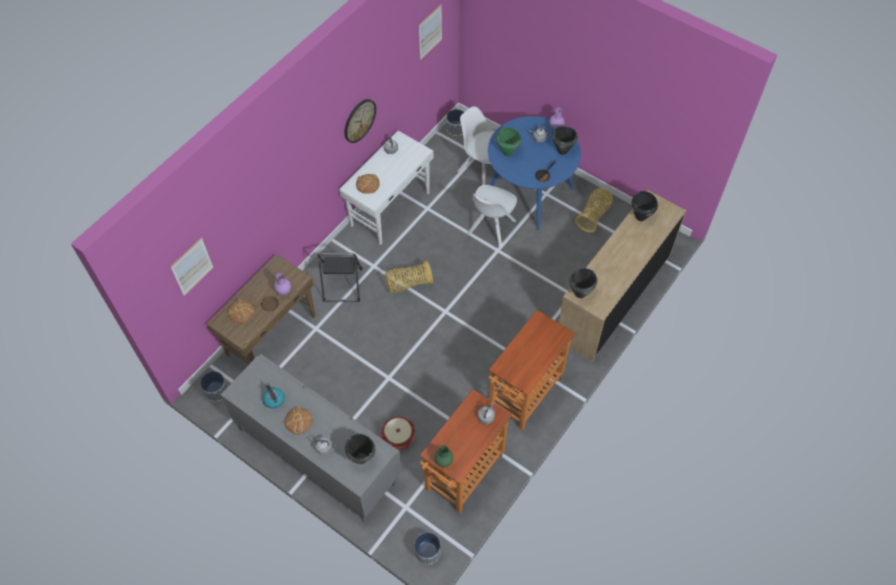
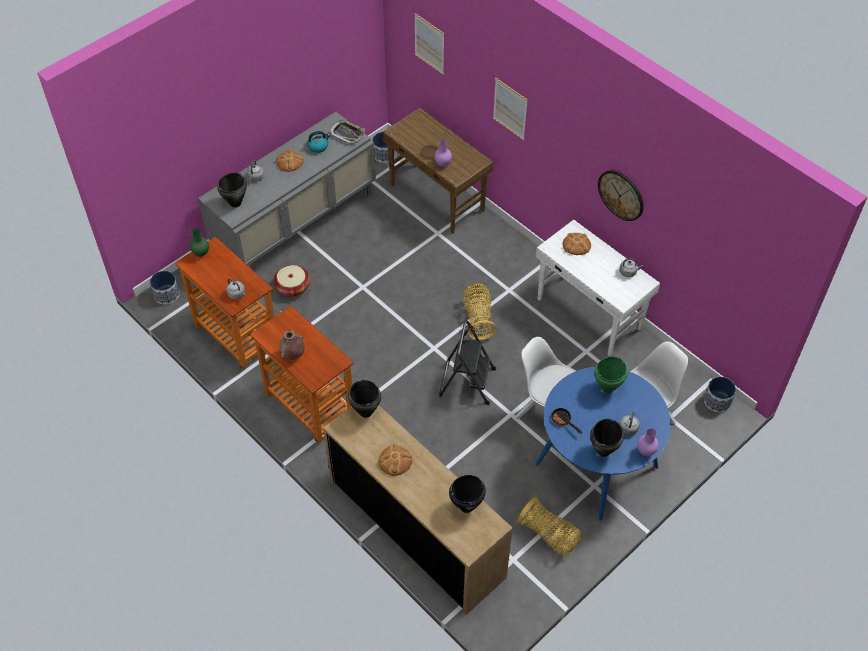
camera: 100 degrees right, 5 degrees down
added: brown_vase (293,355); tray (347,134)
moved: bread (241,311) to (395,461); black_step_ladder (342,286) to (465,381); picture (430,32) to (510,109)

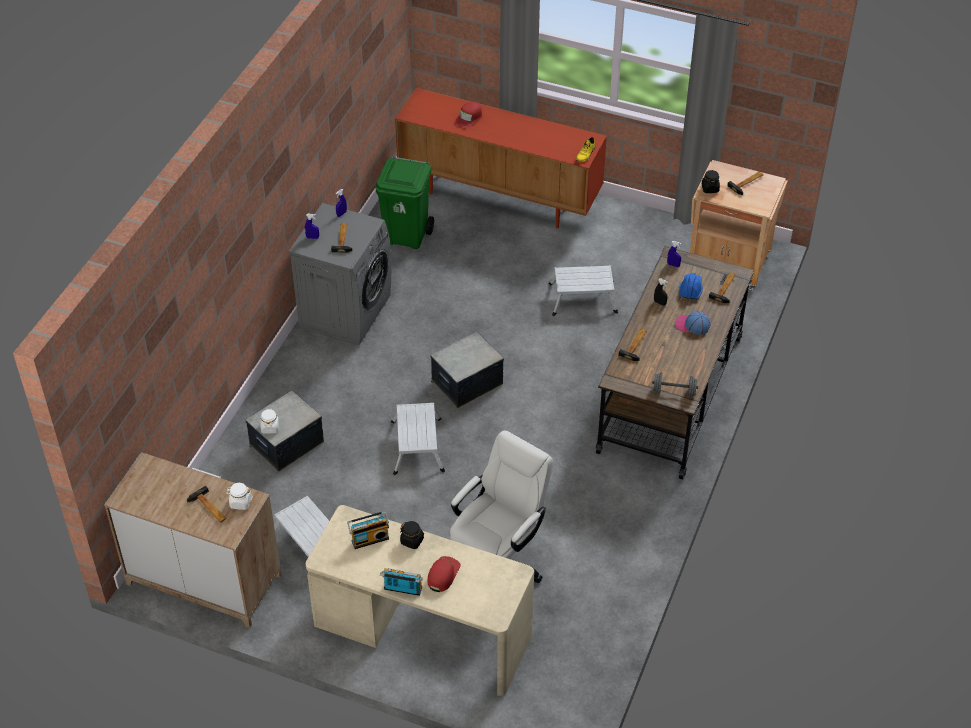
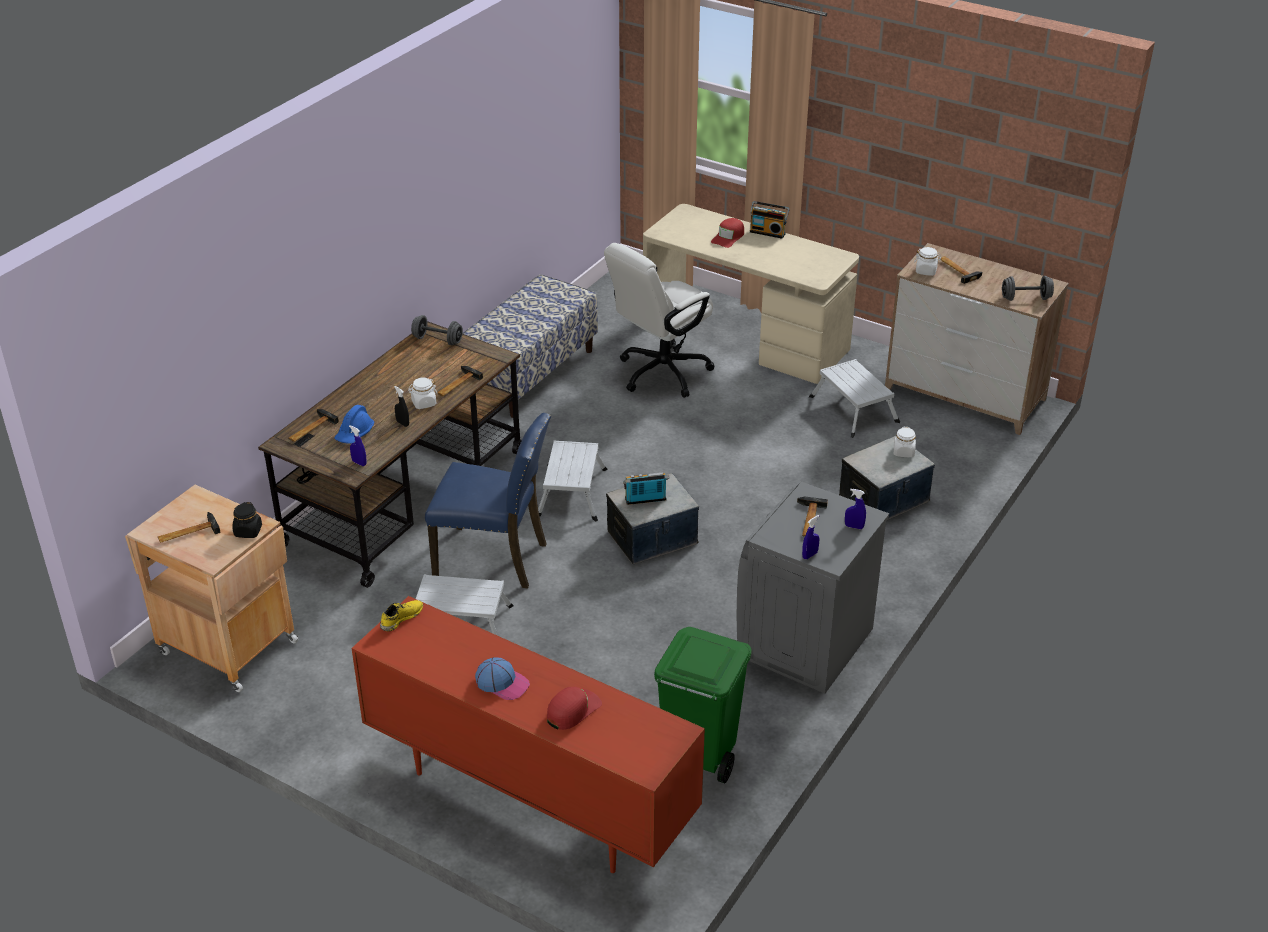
camera: 170 degrees left, 10 degrees down
removed: black_jar (412,541)
added: white_jar (423,403); blue_chair (494,559); bench (529,374); grey_dumbbell (1026,298)
moved: radio (369,538) to (646,500); white_step_ladder (417,445) to (571,493); cap (692,325) to (502,683)

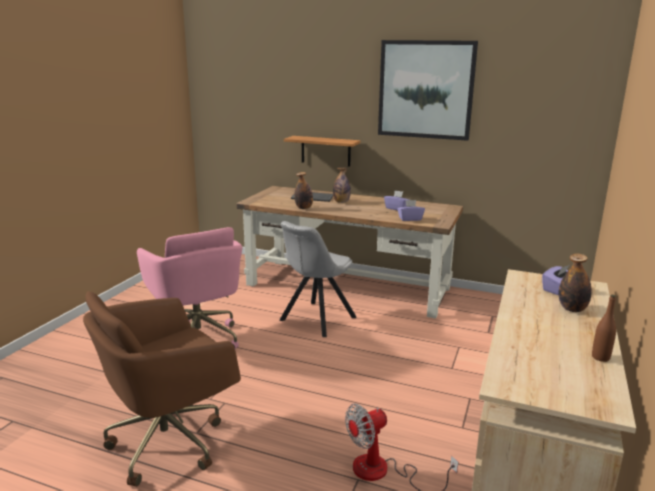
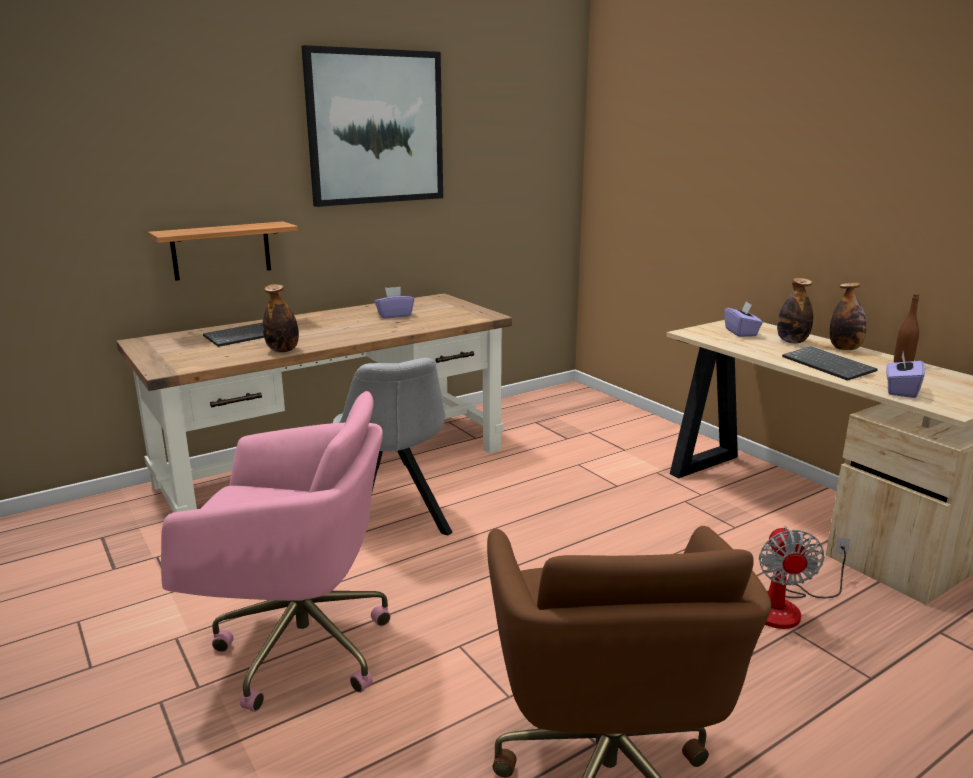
camera: 55 degrees left, 0 degrees up
added: keyboard (829,365)
moved: bottle (341,202) to (845,349); purple_tissue_box (410,219) to (900,390)

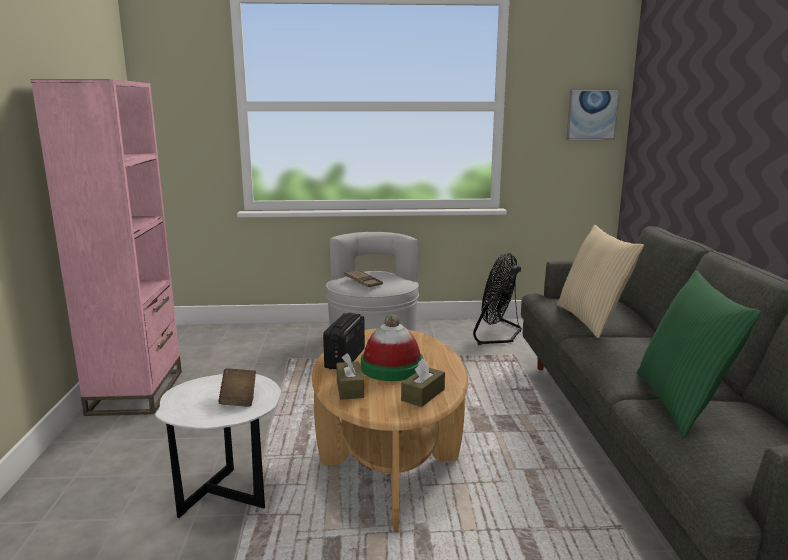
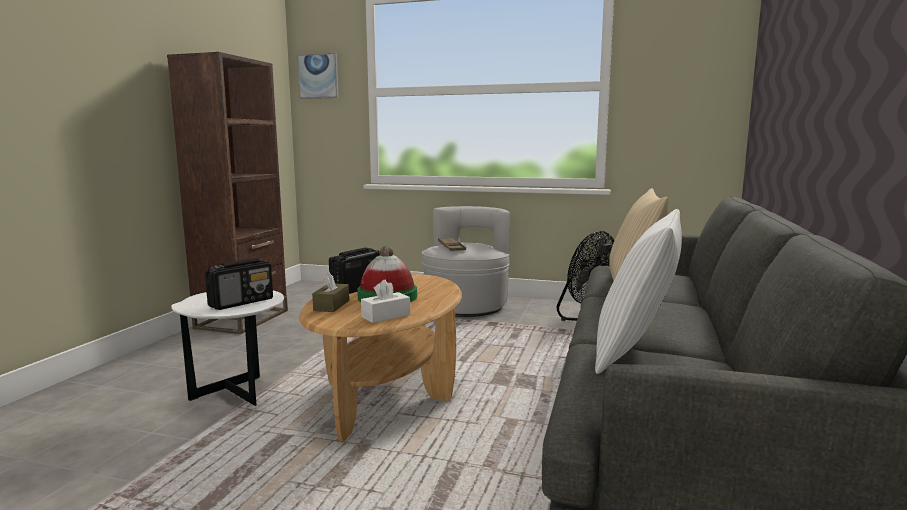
camera: 20 degrees right, 5 degrees down
moved: picture (592,115) to (318,76)
replaced: brown_book (238,398) to radio (242,302)
recoloured: pink_bookcase (136,392) to brown_bookcase (243,319); brown_tissue_box (423,395) to white_tissue_box (386,316); green_pillow (682,403) to white_pillow (636,351)

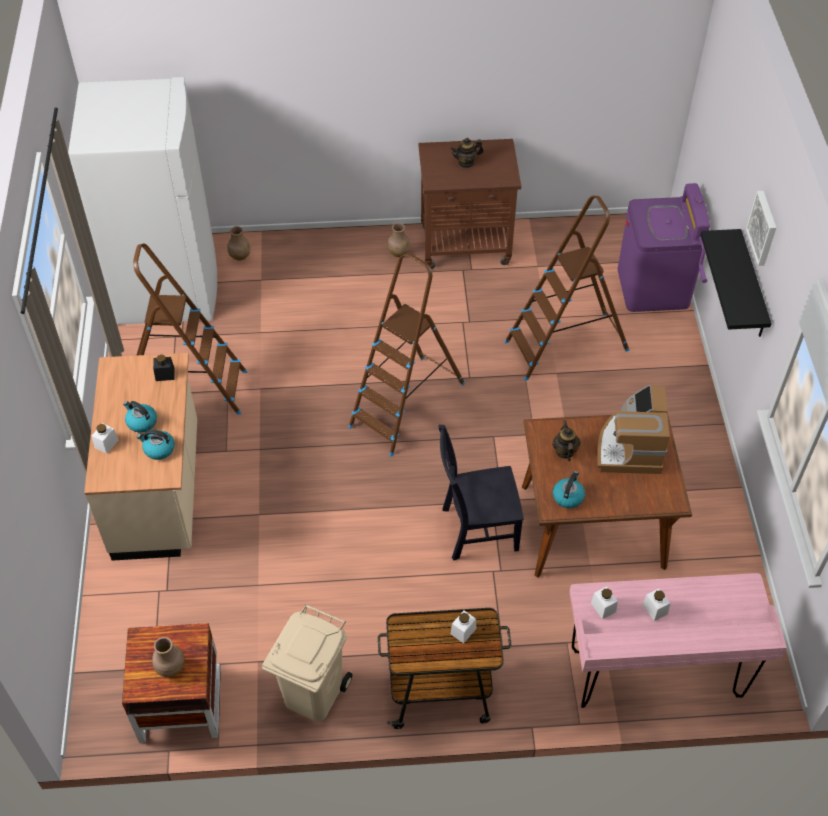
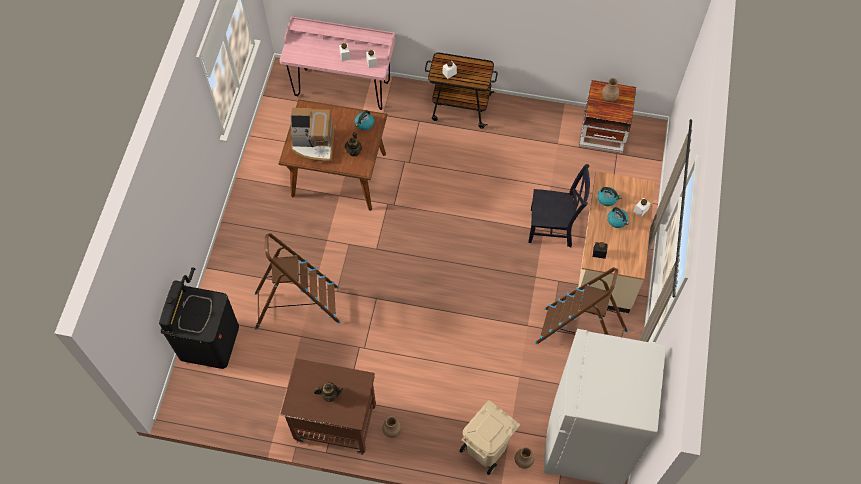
camera: 165 degrees left, 10 degrees up
removed: brown_step_ladder (407,405); black_shelf (752,286); picture (764,228)
moved: beige_trash_can (312,693) to (487,449); black_chair (476,529) to (553,228)
recoloured: purple_washing_machine (654,290) to black_washing_machine (209,341)
turned: coffee_machine (629,447) = (314,145) 75 degrees clockwise

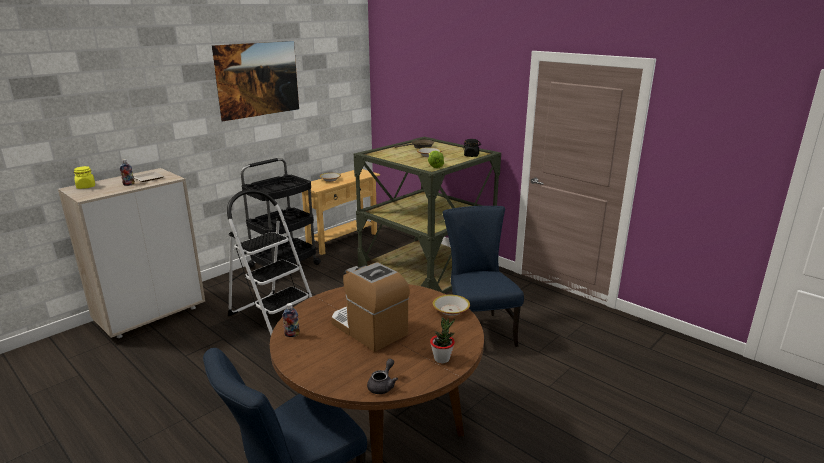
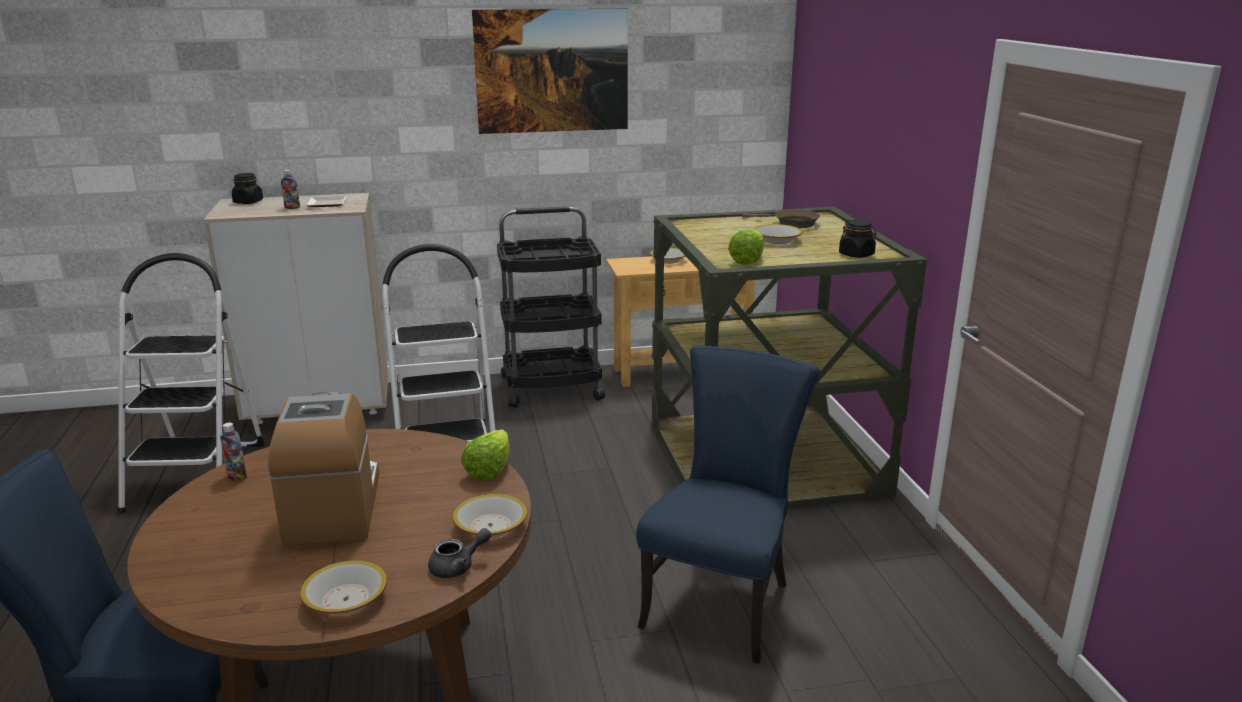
camera: 35 degrees right, 0 degrees up
added: step_ladder (200,475); lettuce (489,470)
moved: grey_teapot (383,385) to (458,567)
replaced: potted_plant (442,359) to bowl (346,600)
recoloured: yellow_jar (86,187) to black_jar (248,202)

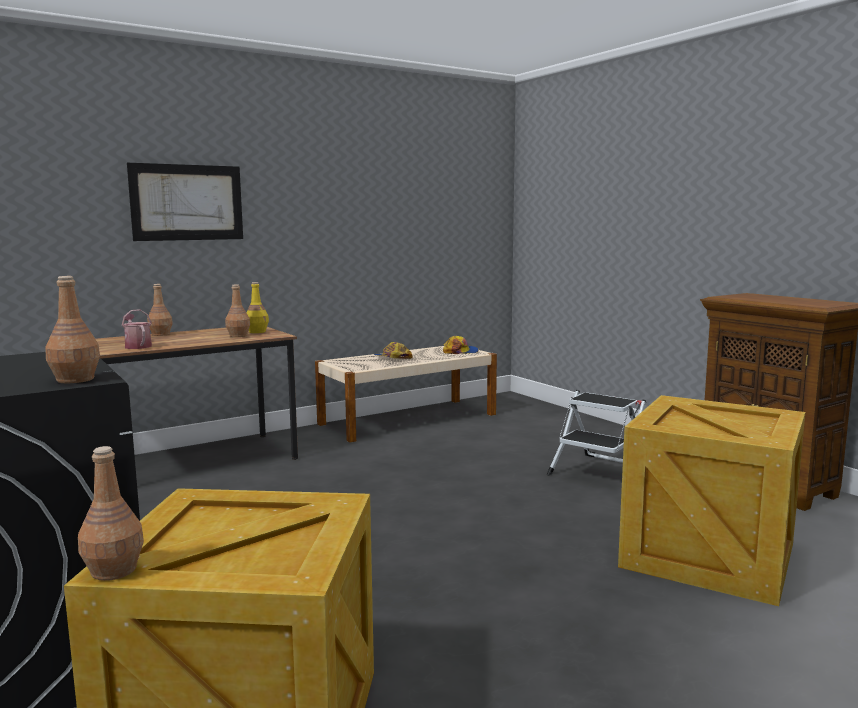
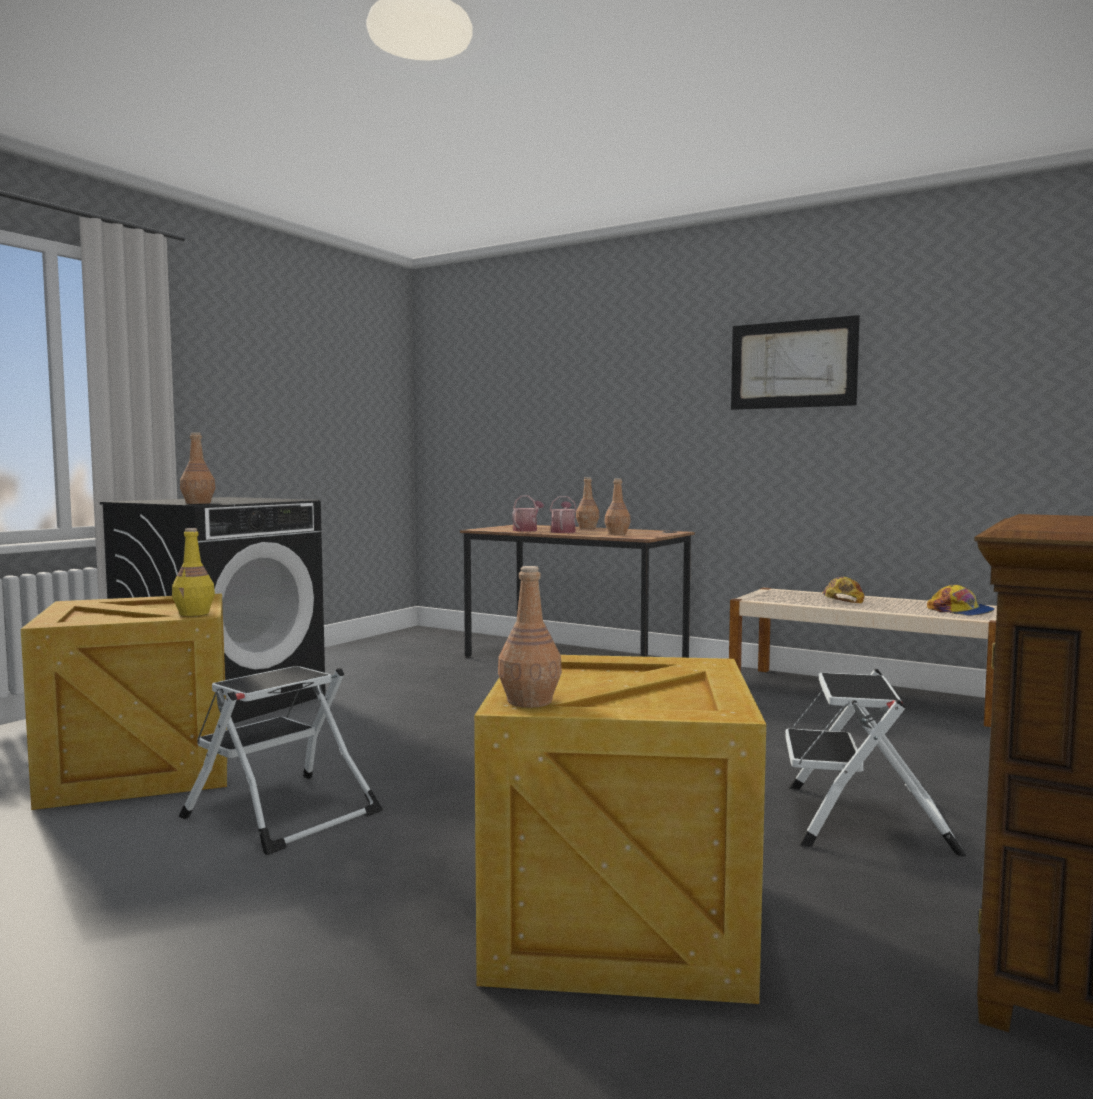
camera: 65 degrees right, 5 degrees down
added: step_ladder (283,811); watering_can (563,531)
moved: brown_bottle (113,571) to (529,701); picture (187,202) to (792,364); yellow_bottle (257,332) to (194,613)

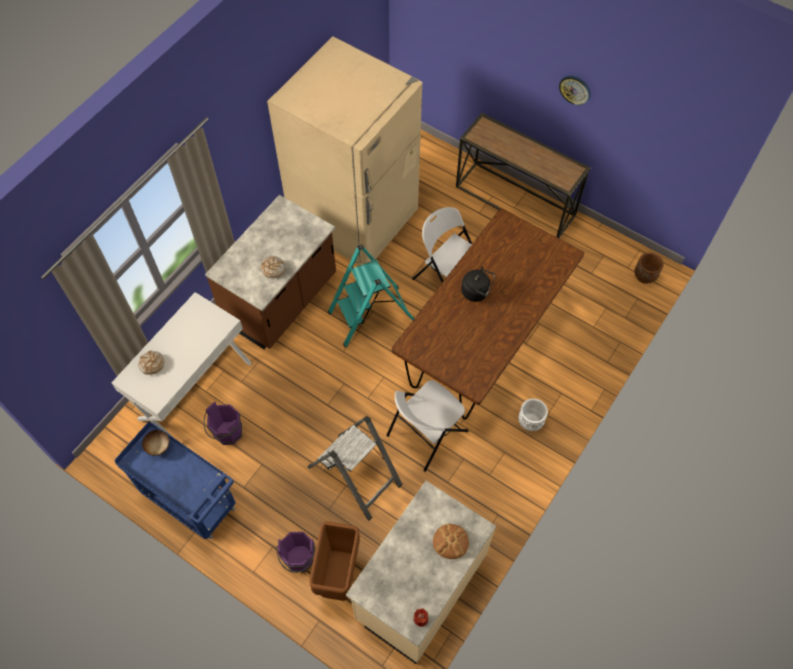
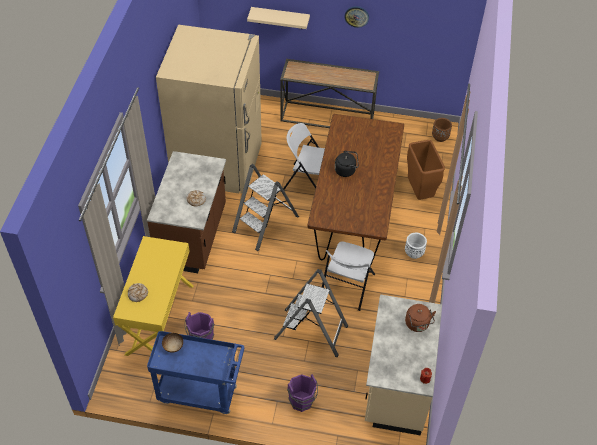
camera: 25 degrees left, 10 degrees down
added: beige_shelf (280,18)
moved: brown_trash_can (340,577) to (420,192)
replaced: bread (450,541) to brown_kettle (418,325)
recoloured: white_console_table (194,390) to yellow_console_table (159,319); turquoise_step_ladder (372,315) to grey_step_ladder (266,223)

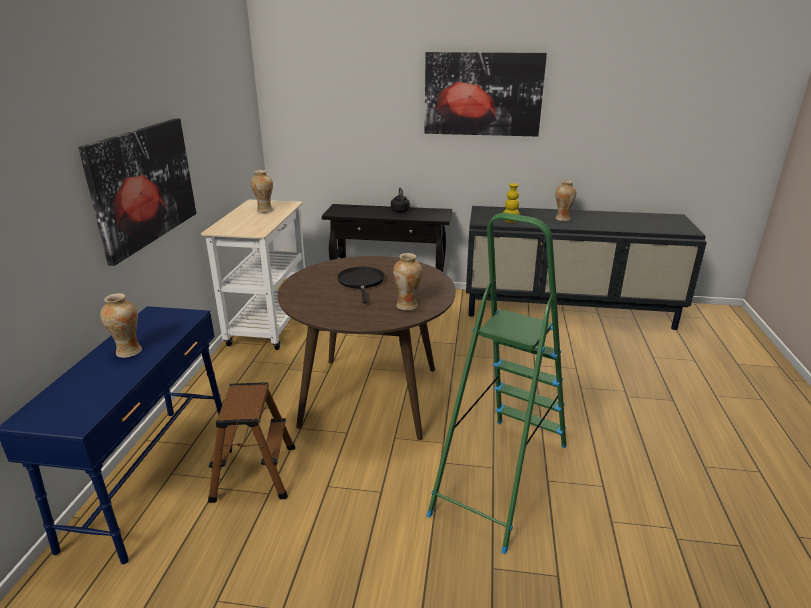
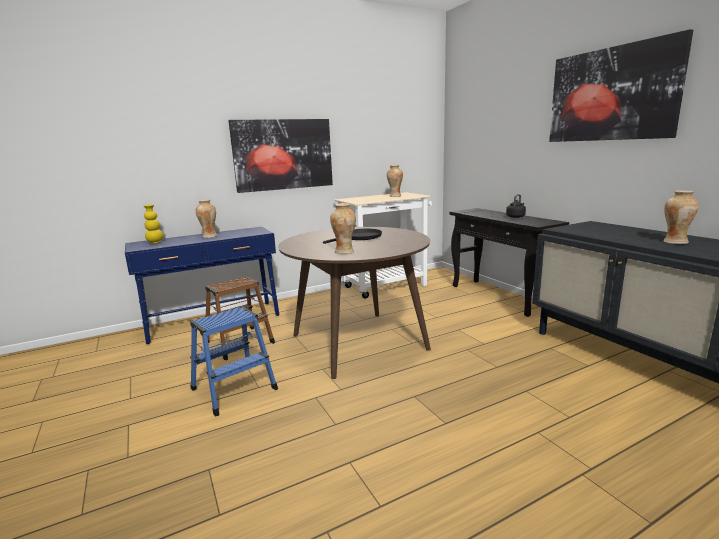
camera: 55 degrees right, 10 degrees down
removed: green_step_ladder (502,477)
added: blue_step_ladder (234,388)
moved: yellow_vase (510,221) to (155,242)

